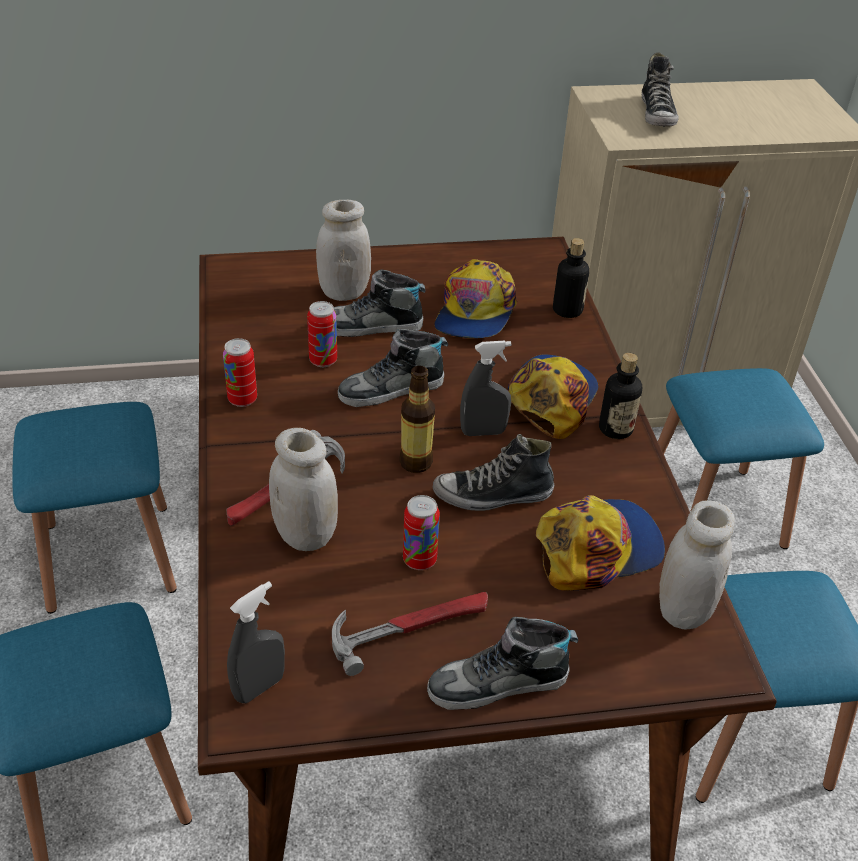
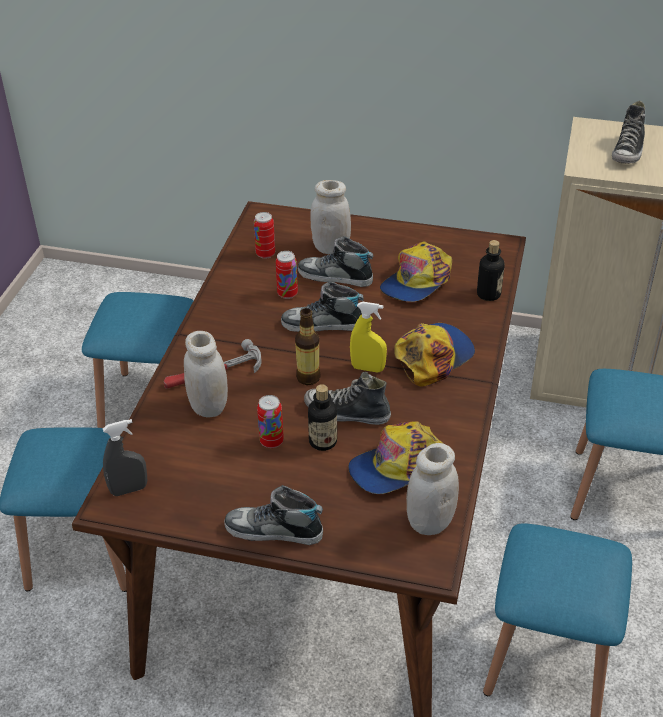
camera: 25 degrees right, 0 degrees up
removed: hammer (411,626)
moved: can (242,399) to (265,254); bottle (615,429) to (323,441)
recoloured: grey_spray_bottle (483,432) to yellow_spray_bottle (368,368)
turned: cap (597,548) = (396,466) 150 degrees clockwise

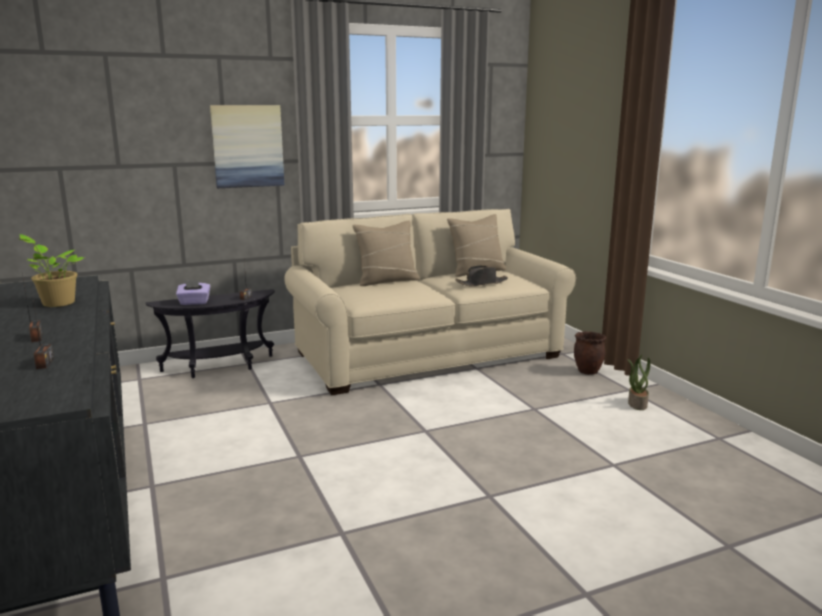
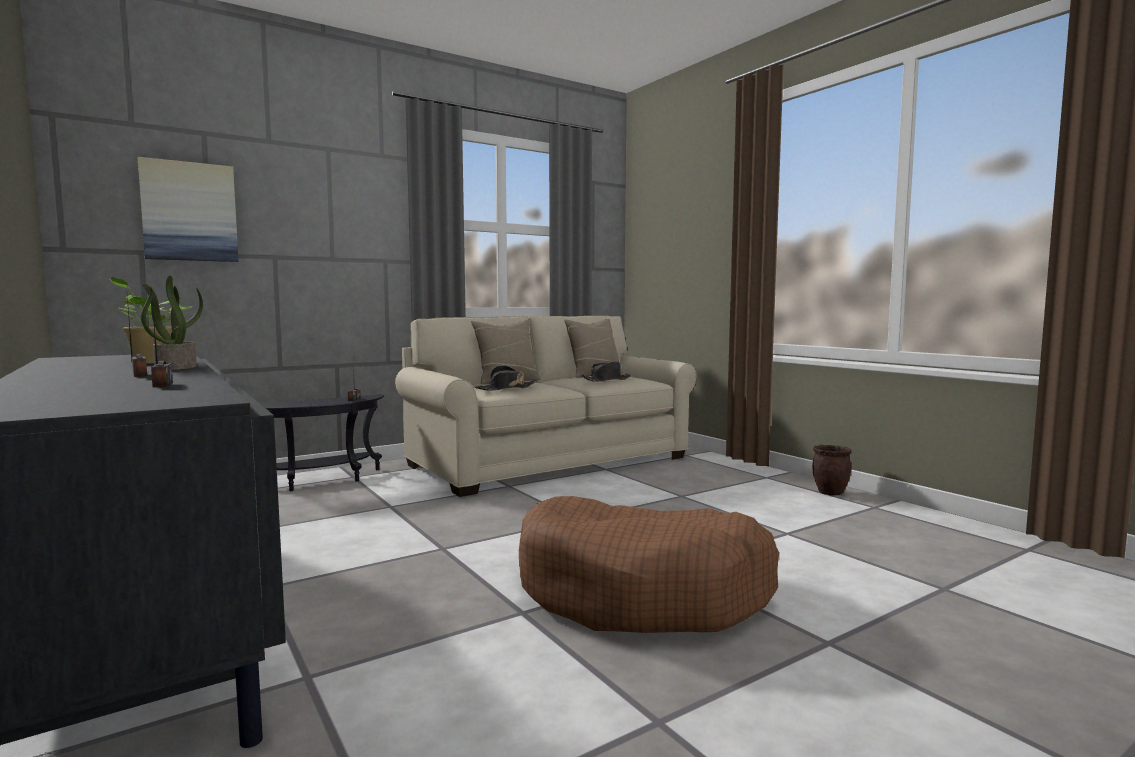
camera: 10 degrees left, 10 degrees down
removed: purple_tissue_box (194,302)
added: black_hat (506,388); brown_dog_bed (641,592)
moved: picture (247,146) to (189,212); brown_planter (588,371) to (830,492); potted_plant (637,404) to (175,367)

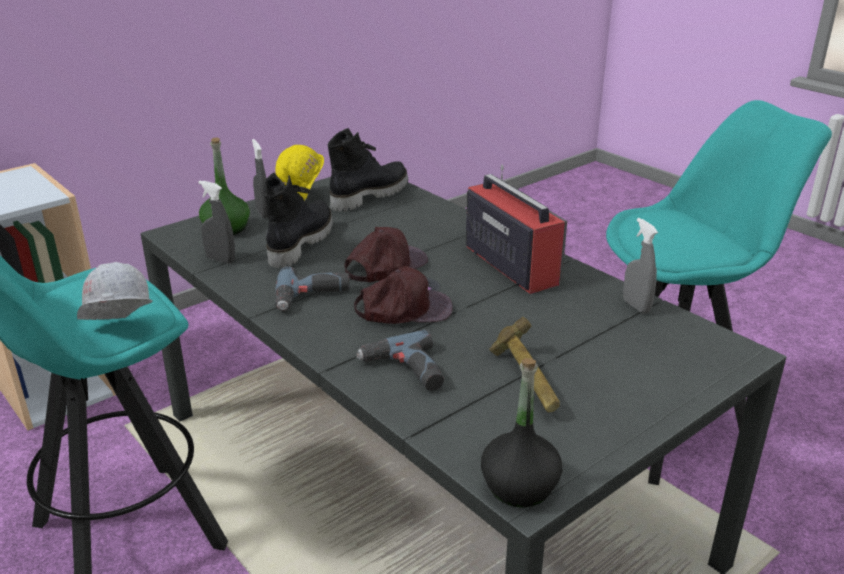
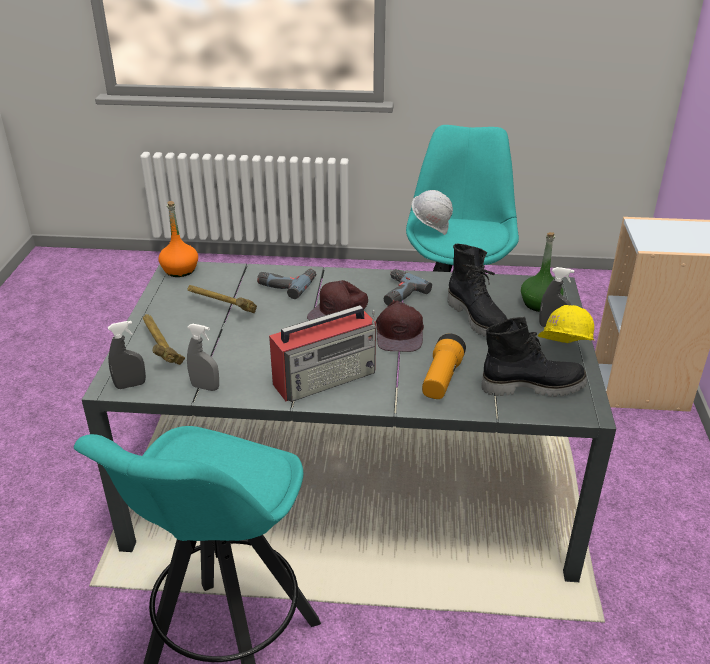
camera: 135 degrees right, 5 degrees up
added: hammer (160,347); flashlight (442,378)
moved: grey_spray_bottle (220,259) to (130,385)
recoloured: black_bottle (519,486) to orange_bottle (180,270)
turned: black_boot (368,195) = (532,386) 90 degrees counterclockwise; radio (510,264) = (326,377) 45 degrees counterclockwise

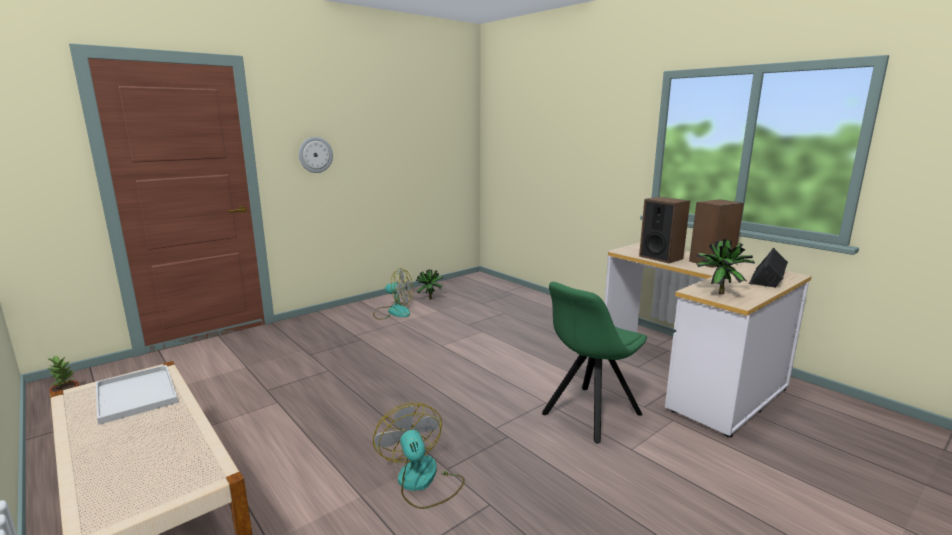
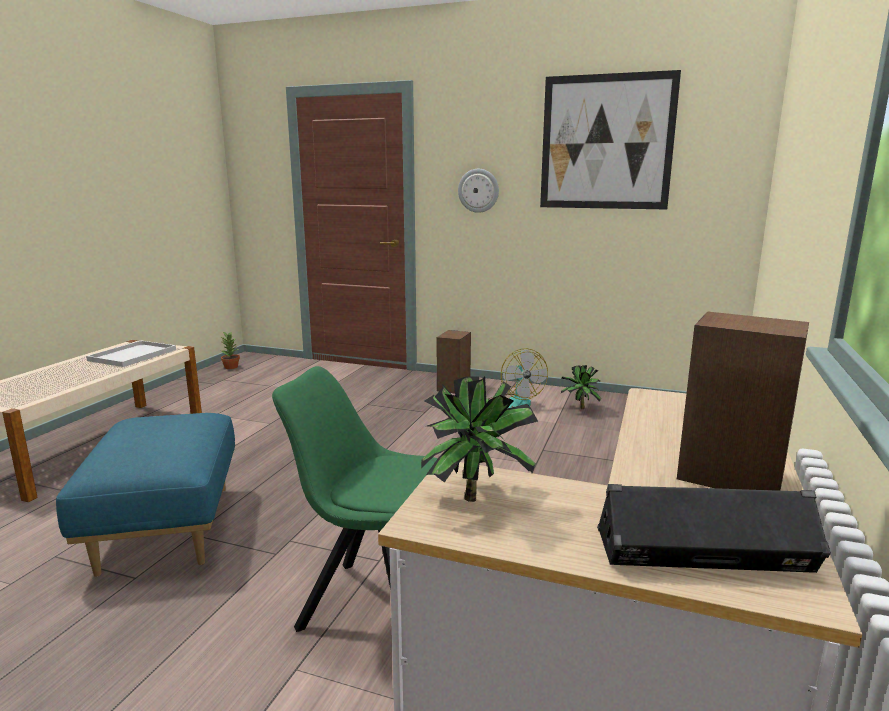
camera: 60 degrees right, 0 degrees up
added: picture (606,142)
moved: speaker (661,257) to (454,387)
replaced: fan (422,482) to blue_ottoman (165,528)

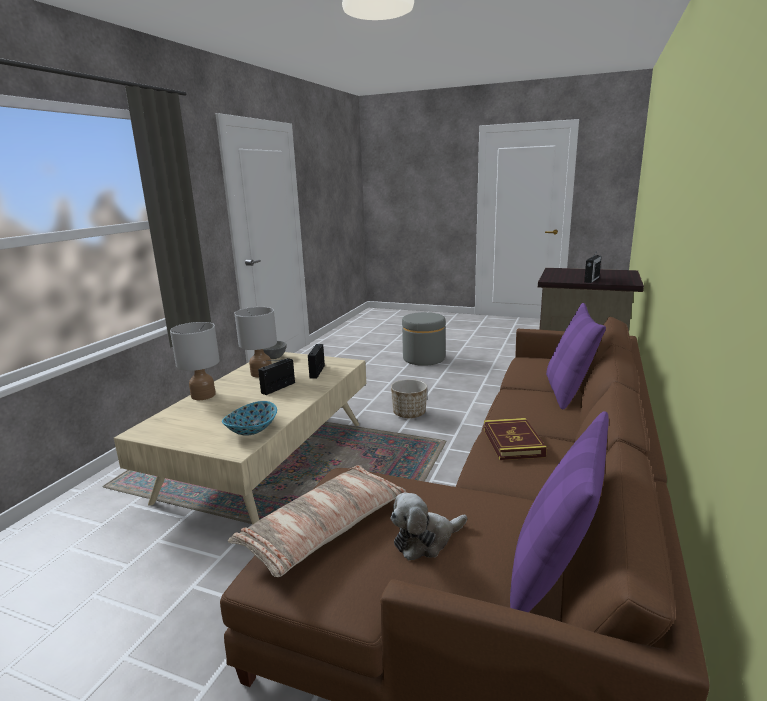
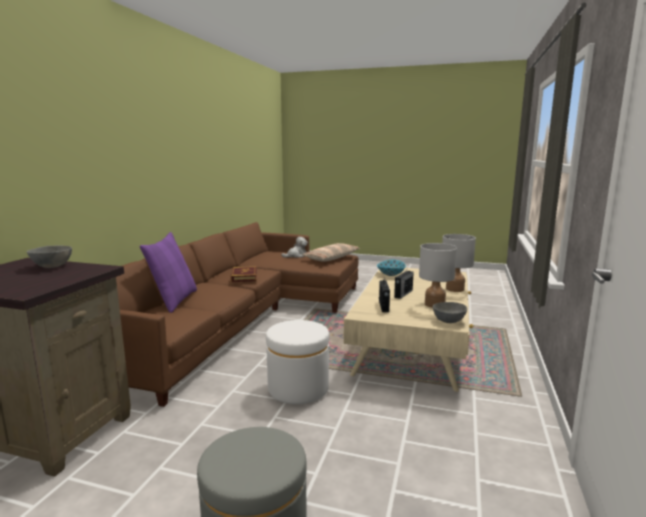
camera: 175 degrees right, 5 degrees down
removed: purple_pillow (553,571)
replaced: planter (409,413) to white_ottoman (298,388); radio (591,280) to grey_bowl (52,266)

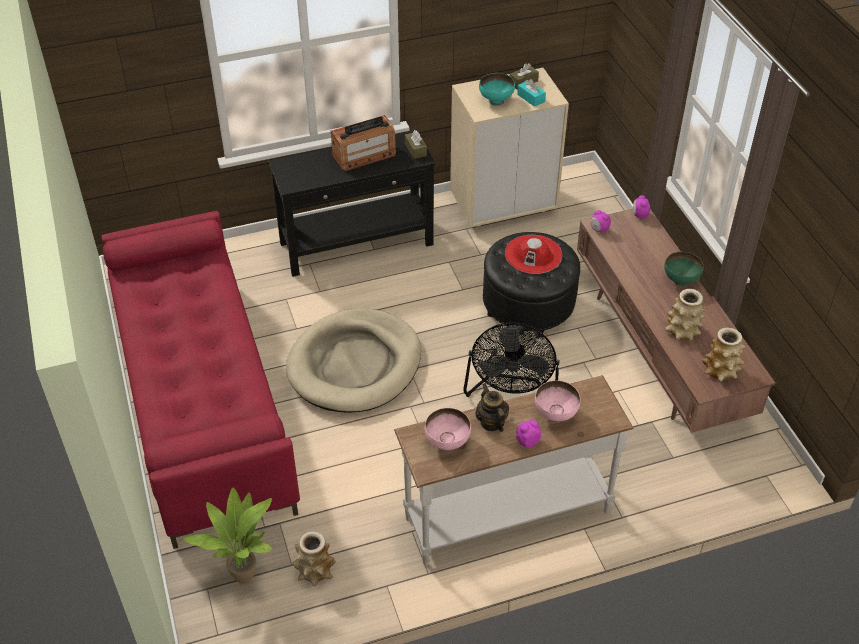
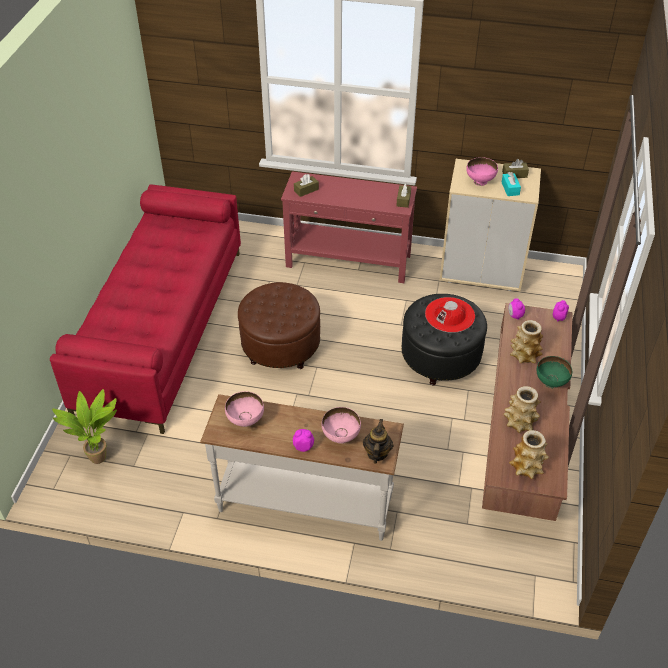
camera: 30 degrees right, 0 degrees up
removed: radio (364,155); black_fan (508,387)
added: brown_tissue_box (306,190)
moved: vase (314,571) to (524,355); teapot (491,422) to (377,453)
replaced: beige_dog_bed (355,364) to brown_ottoman (281,347)
recoloured: black_console_table (357,244) to red_console_table (349,261); turquoise_bowl (496,100) to pink_bowl (480,181)

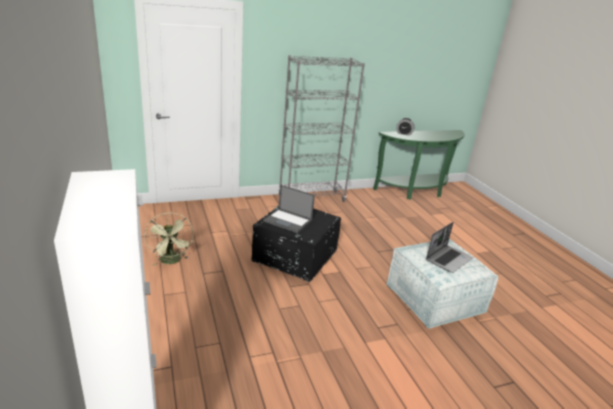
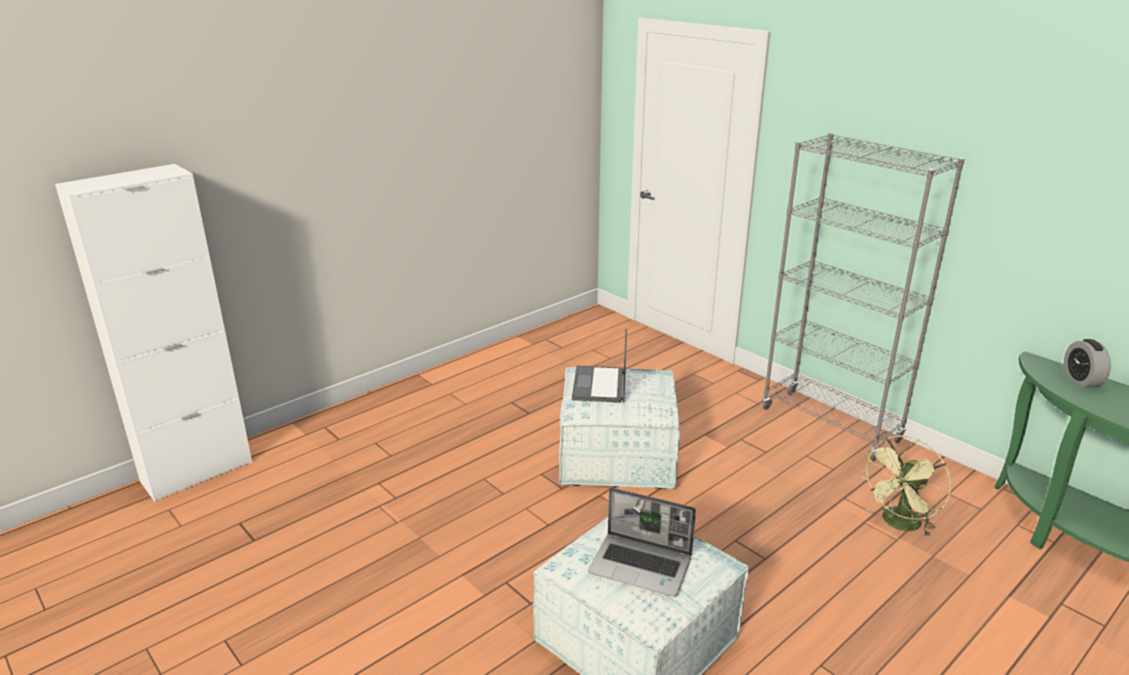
camera: 70 degrees right, 0 degrees up
moved: green_fan (172,261) to (898,525)
recoloured: black_ottoman (295,258) to white_ottoman (617,459)

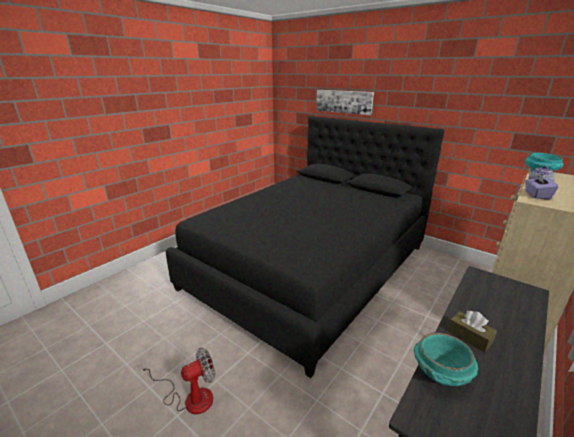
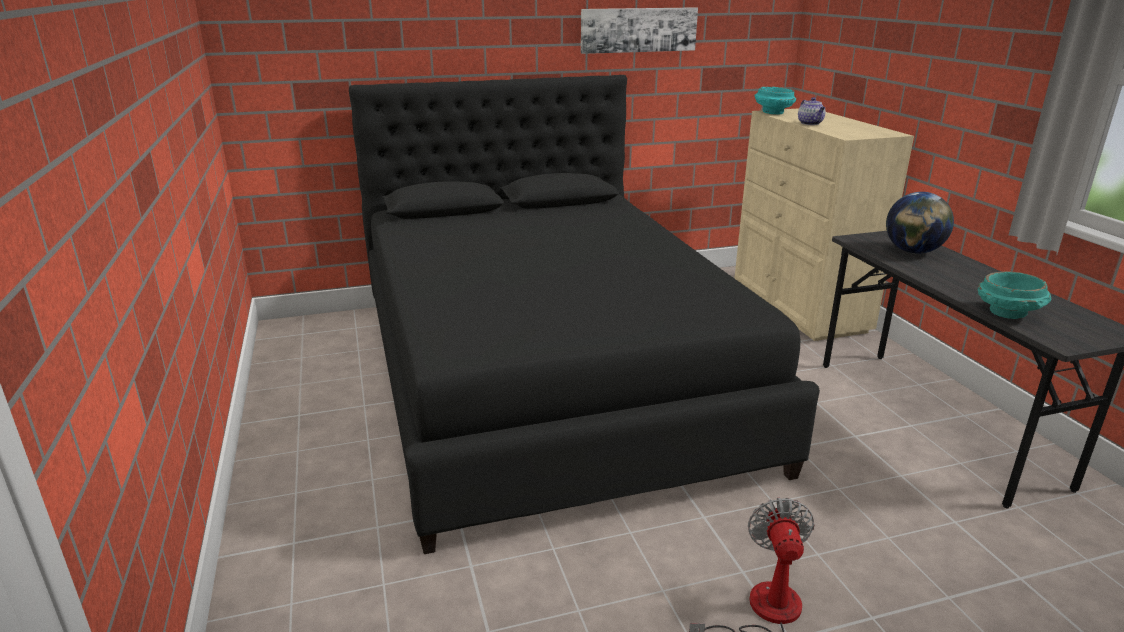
camera: 55 degrees left, 0 degrees up
removed: brown_tissue_box (469,336); purple_tissue_box (536,195)
added: globe (913,252)
moved: picture (344,101) to (638,30)

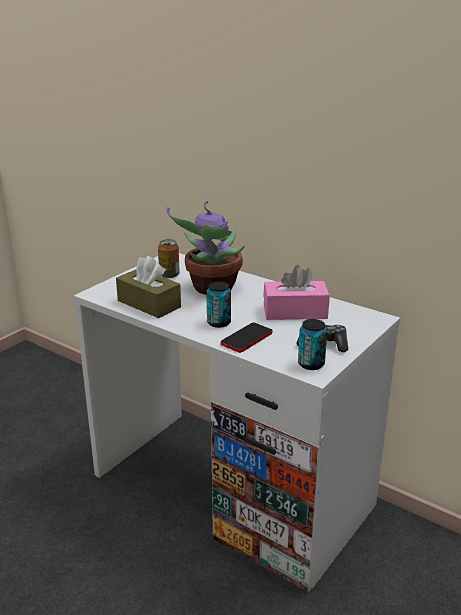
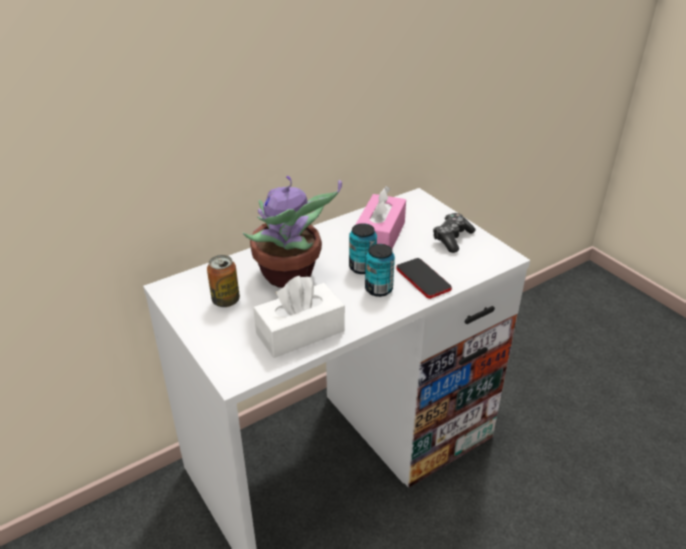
camera: 70 degrees left, 10 degrees up
moved: can (311,364) to (362,267)
recoloured: brown_tissue_box (149,304) to white_tissue_box (300,332)

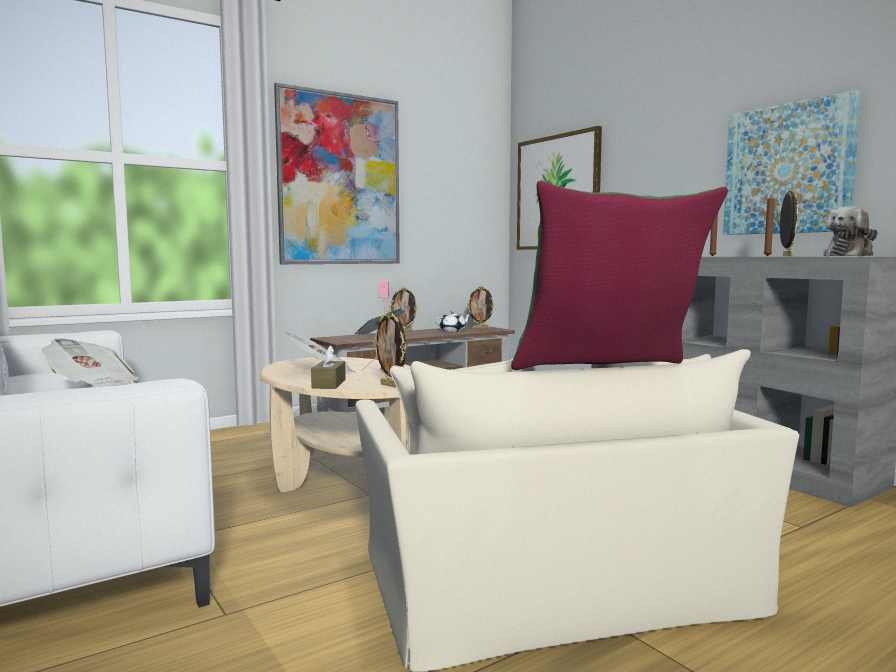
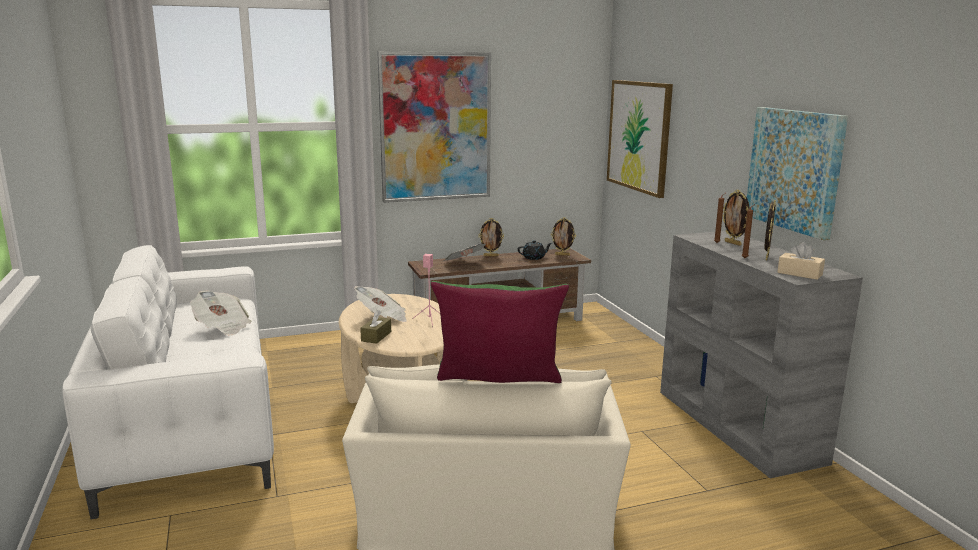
camera: 15 degrees right, 10 degrees up
moved: picture_frame (391,385) to (733,243)
replaced: plush_toy (850,256) to beige_tissue_box (799,274)
recoloured: white_teapot (453,330) to black_teapot (534,257)

